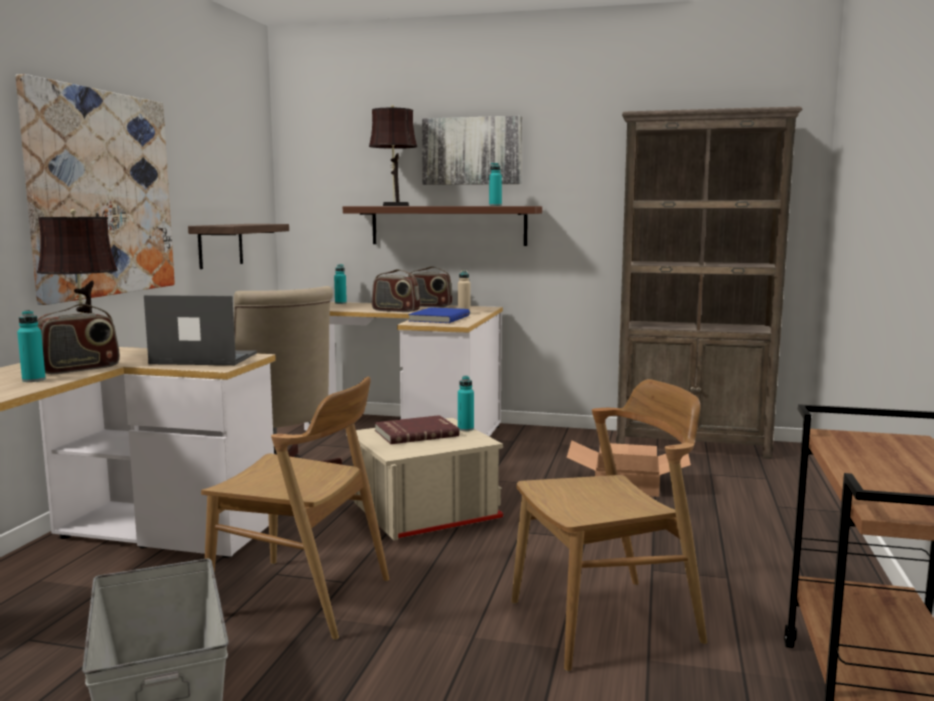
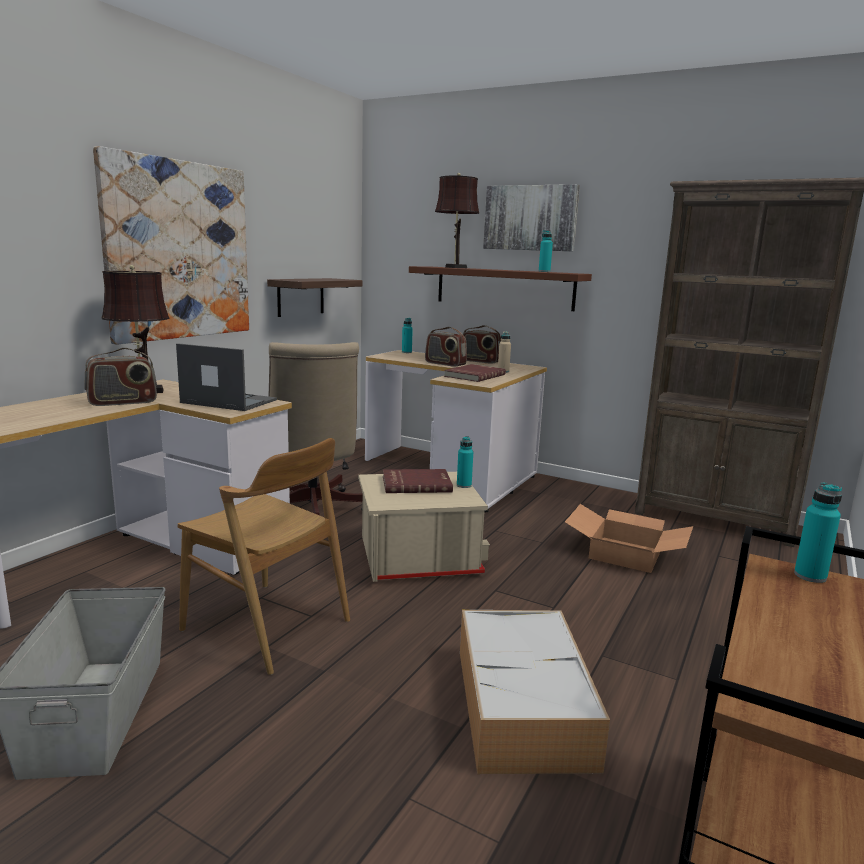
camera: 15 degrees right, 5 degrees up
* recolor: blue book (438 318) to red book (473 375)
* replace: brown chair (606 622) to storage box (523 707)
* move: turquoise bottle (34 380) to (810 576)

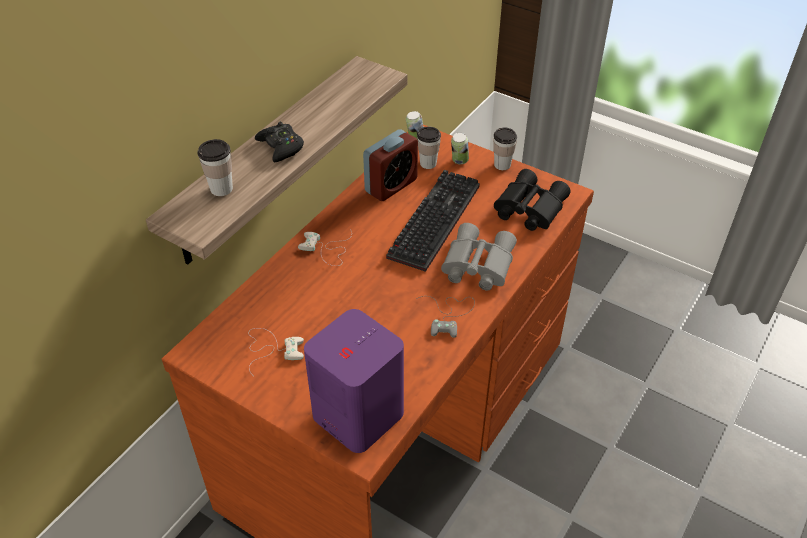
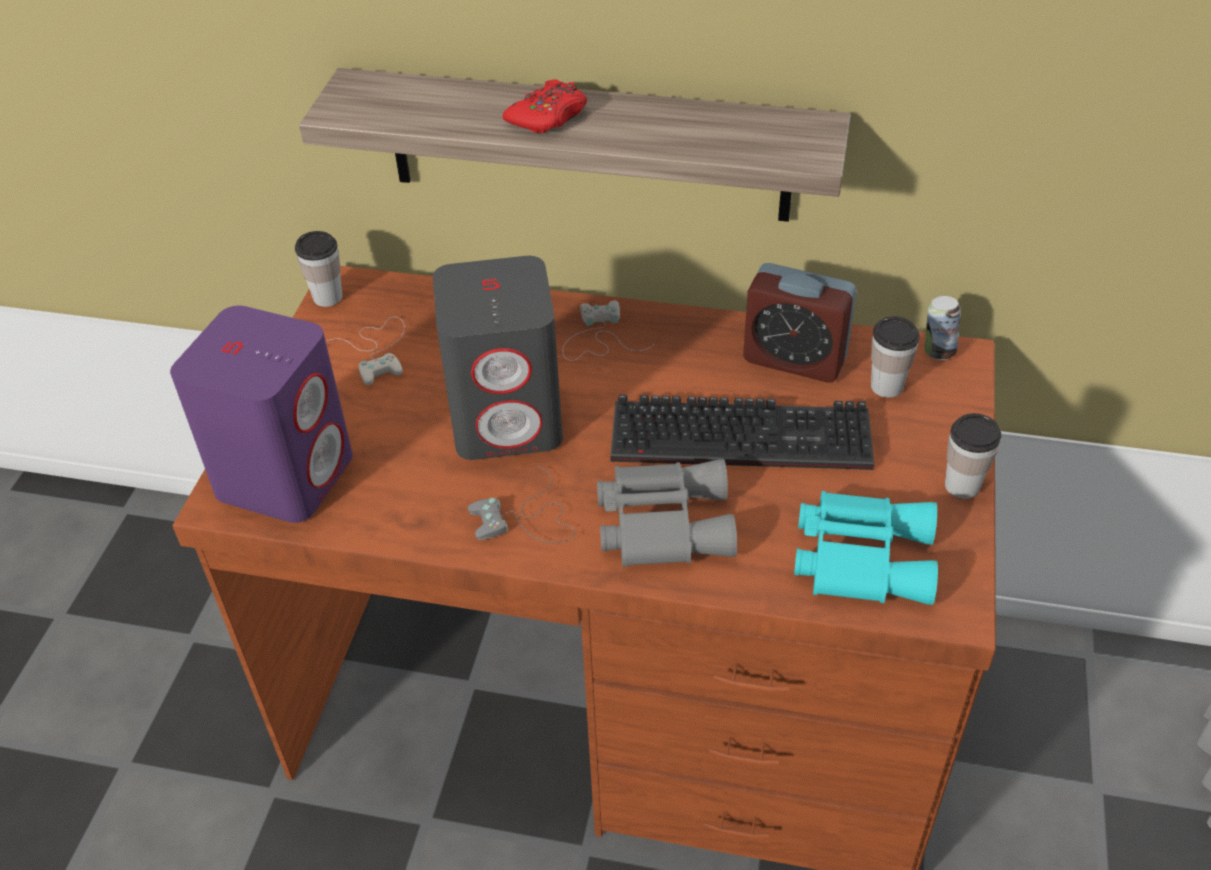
camera: 70 degrees right, 0 degrees up
* move: cup (221 189) to (327 297)
* insert: grey speaker (508 419)
* recolor: black game controller (281 147) to red game controller (548 117)
* recolor: black binoculars (528 208) to turquoise binoculars (861 555)
* delete: can (459 161)

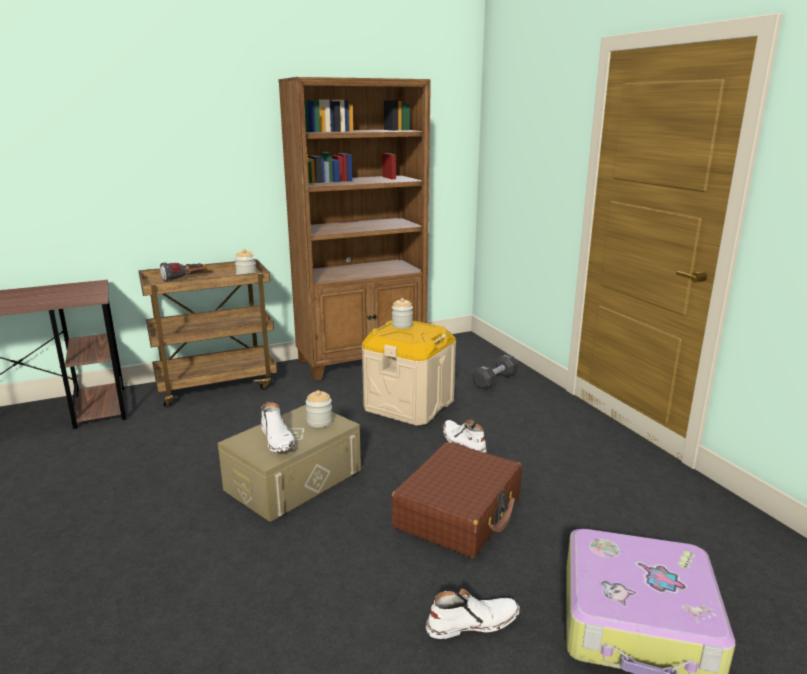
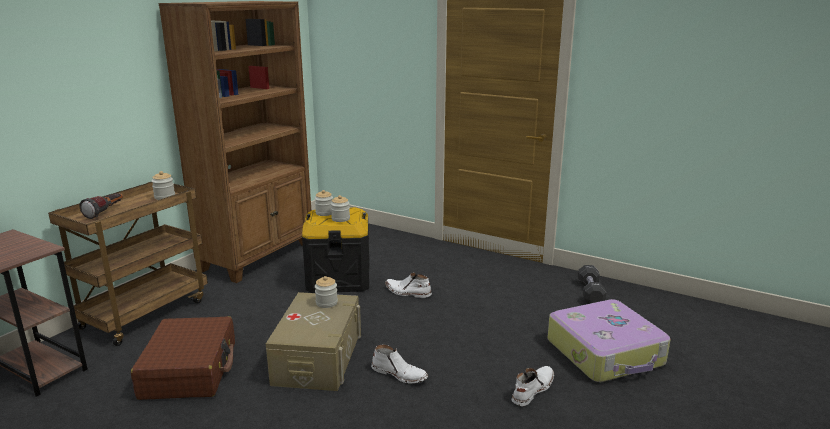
camera: 35 degrees left, 0 degrees up
* move: brown suitcase (459 512) to (190 370)
* recolor: beige storage box (409 405) to black storage box (339 279)
* insert: jar (340 219)
* move: white boot (278 440) to (400 374)
* move: black dumbbell (495 380) to (590 293)

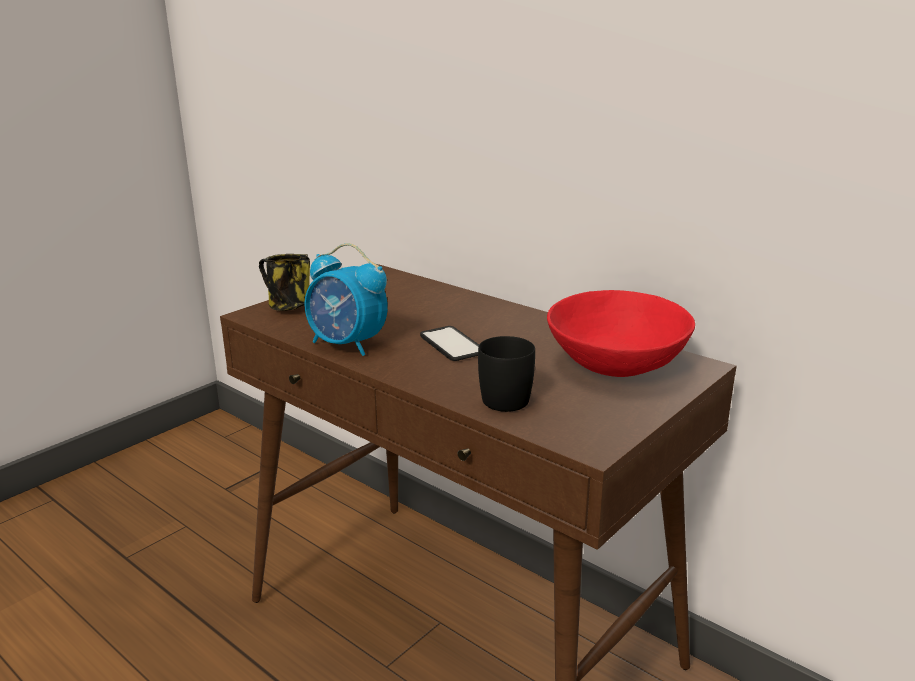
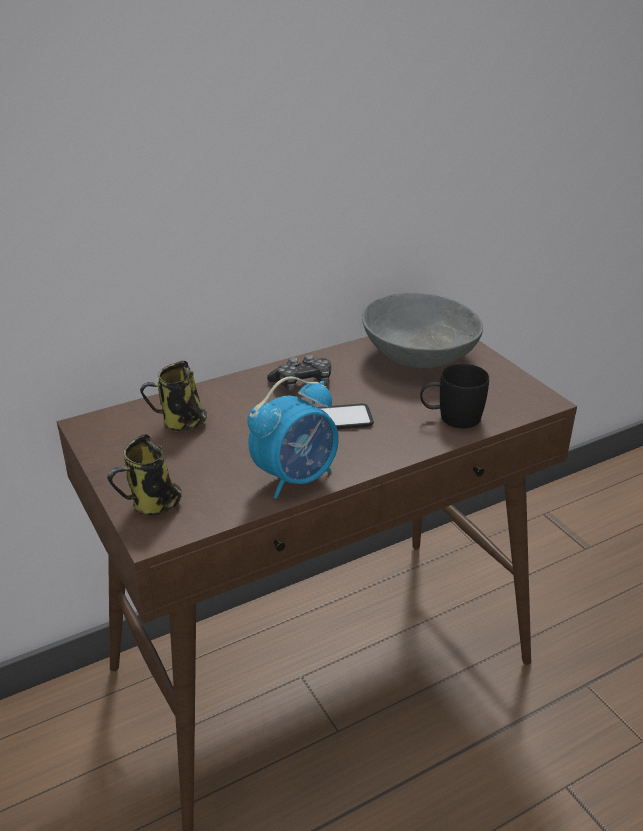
camera: 70 degrees left, 10 degrees up
* insert: mug (181 423)
* insert: game controller (302 383)
* recolor: red bowl (615 364) to grey bowl (417 357)

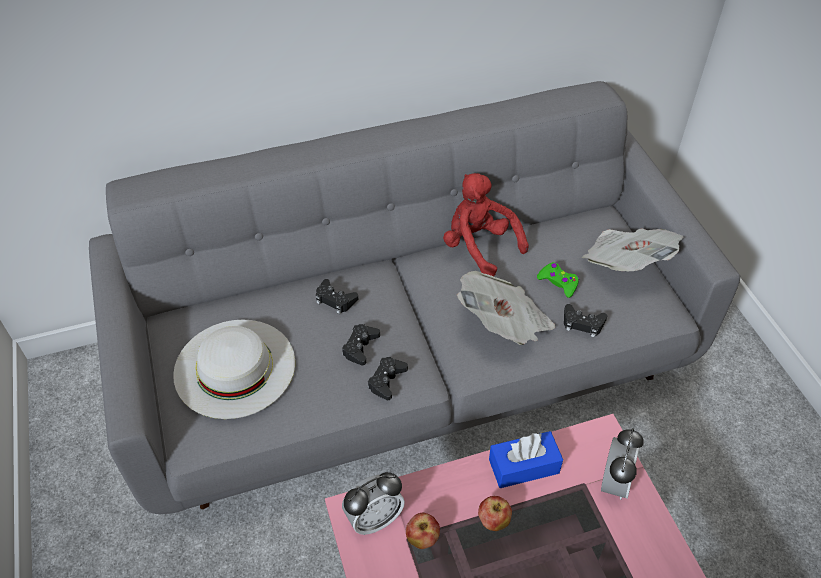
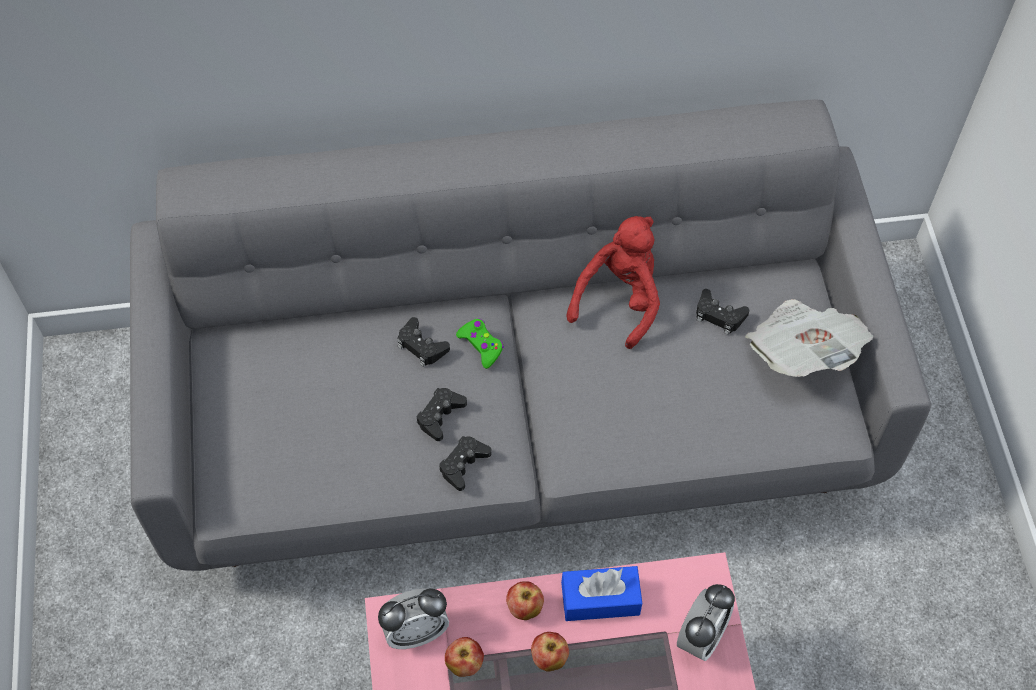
camera: 10 degrees right, 10 degrees up
* move: green game controller (558 282) to (481 345)
* insert: apple (524 608)
* rotate: red plush toy (479 247) = (618 298) 60 degrees clockwise
* move: black game controller (582 323) to (719 315)
* delete: white hat (234 367)
* delete: newspaper (504 324)

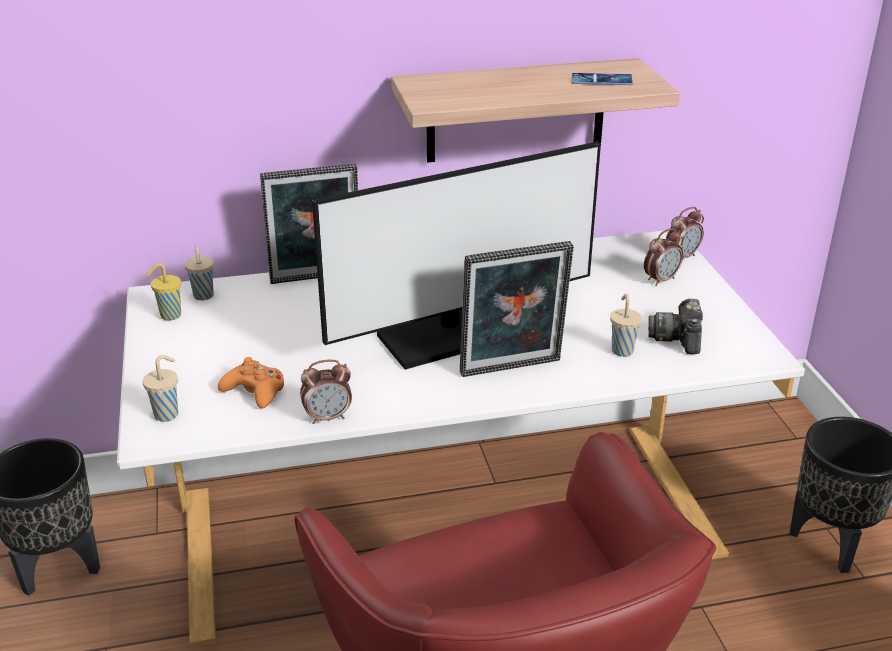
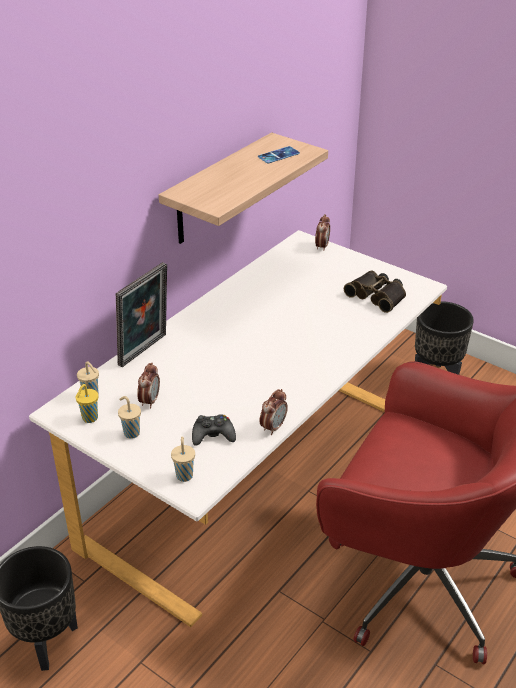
camera: 40 degrees left, 5 degrees up
* move: beige cup (622 350) to (131 433)
* move: alarm clock (661 280) to (149 401)
* recolor: orange game controller (255 391) to black game controller (213 435)
* replace: photo camera (678 338) to binoculars (378 295)
* delete: monitor (456 334)
* delete: picture frame (512 370)

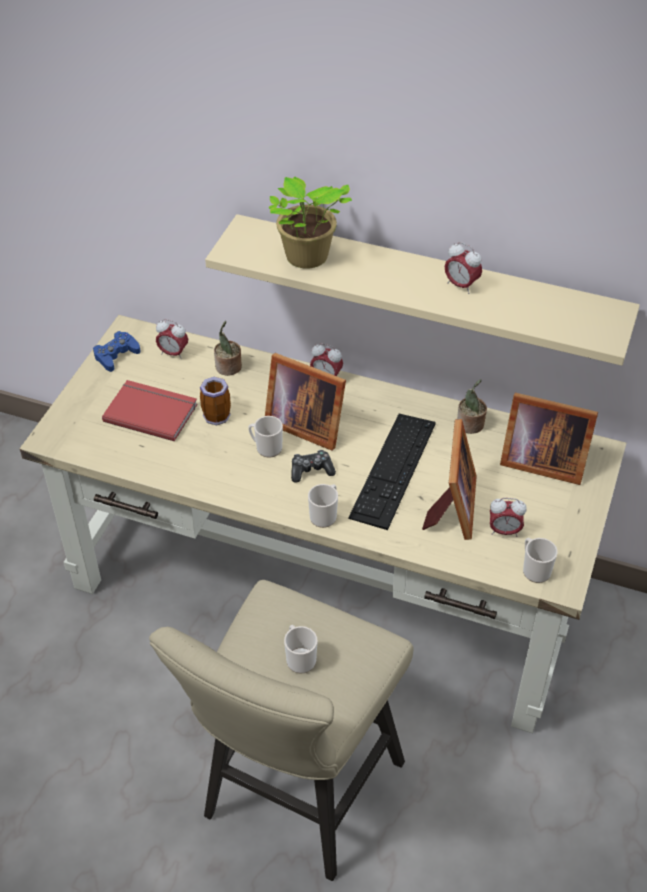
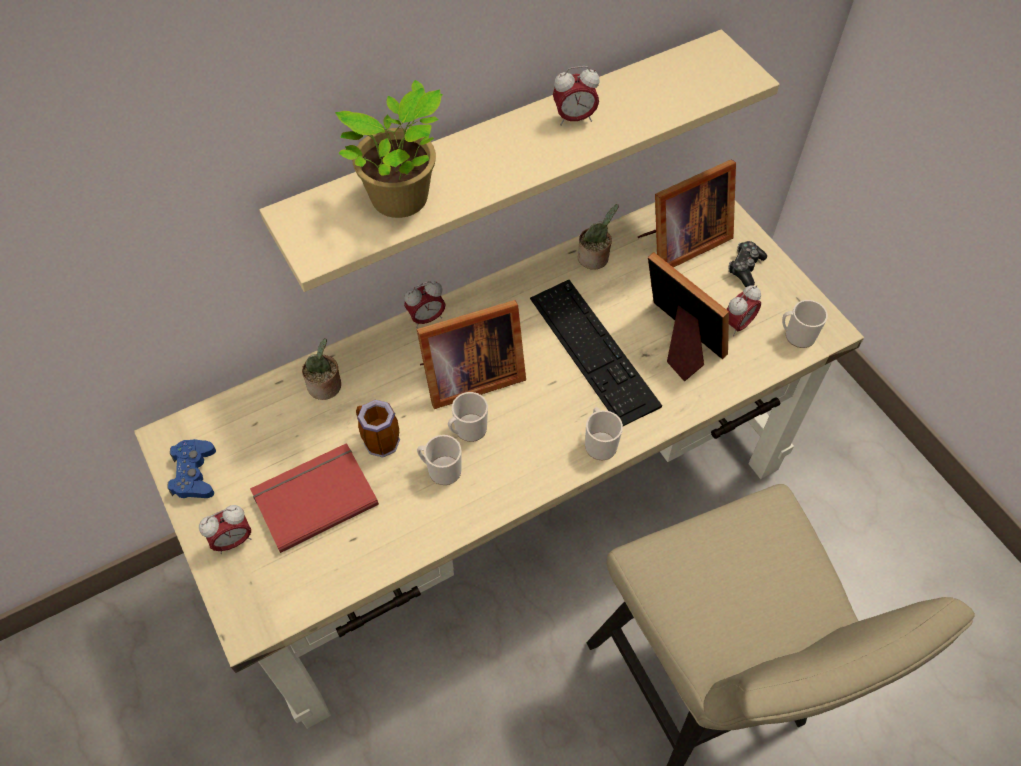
camera: 50 degrees left, 10 degrees up
* move: alarm clock (173 353) to (233 541)
* move: mug (299 658) to (441 470)
* move: game controller (311 470) to (745 268)

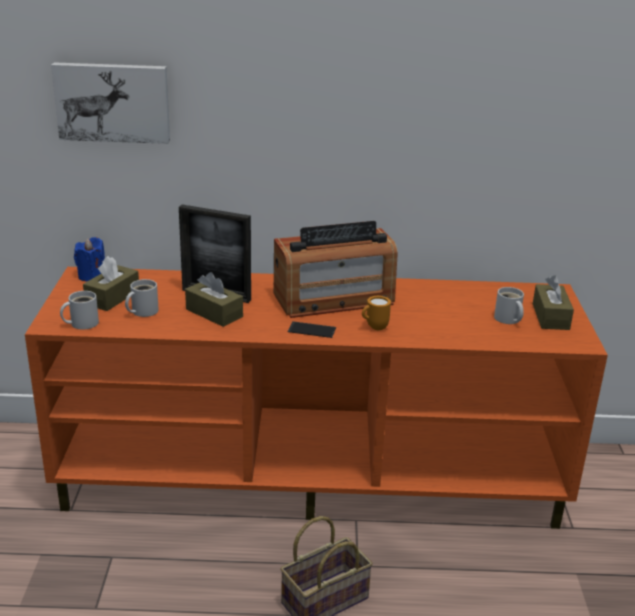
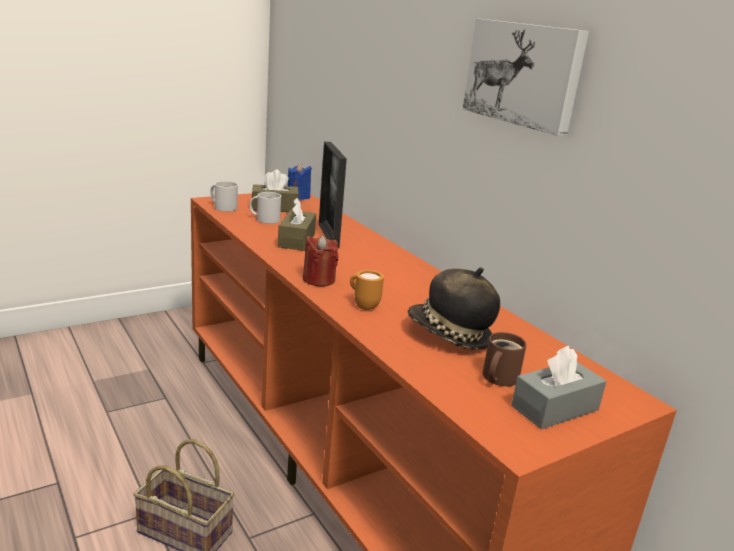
camera: 55 degrees right, 5 degrees down
* replace: phone (312 330) to red candle (319 280)
* insert: hat (449 335)
* move: picture (113 102) to (524 74)
* recolor: white mug (507 319) to brown mug (497 377)
* recolor: brown tissue box (550 316) to grey tissue box (555 408)
* delete: radio (334 299)

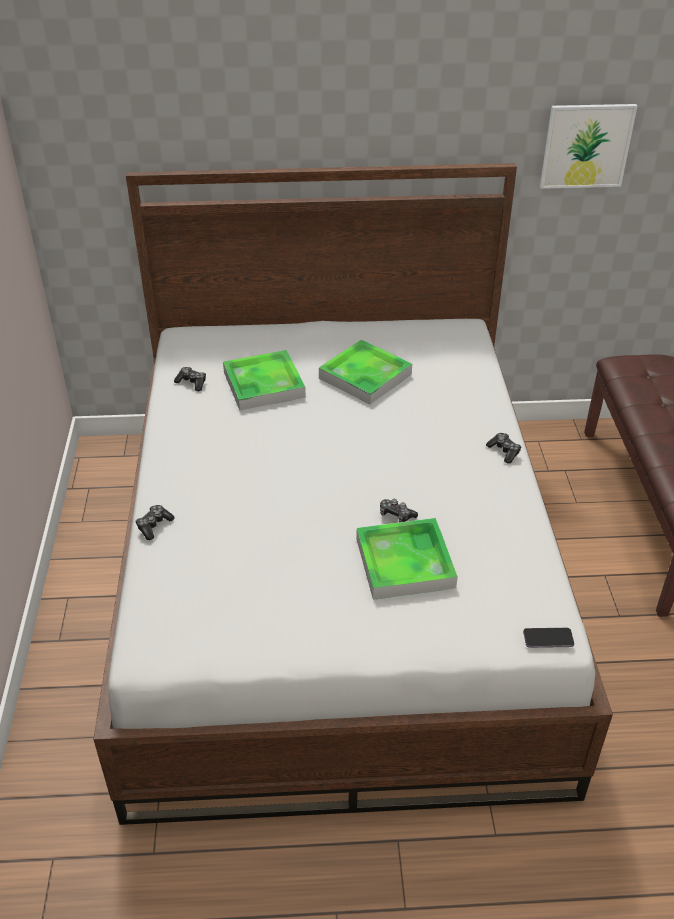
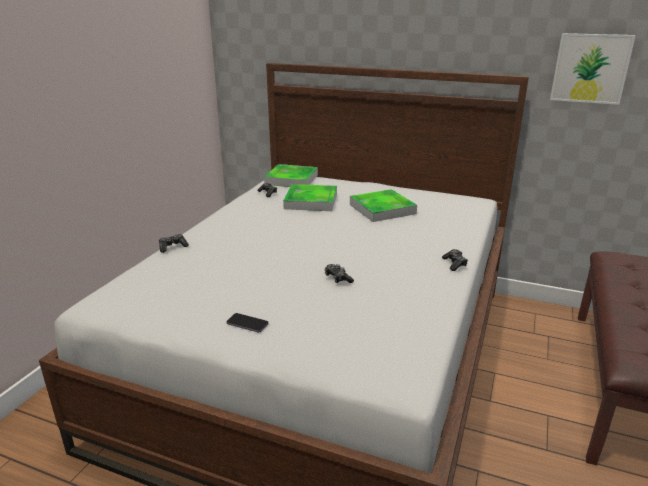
camera: 25 degrees right, 15 degrees down
* move: phone (548 639) to (247 324)
* move: tray (405 563) to (291 179)

